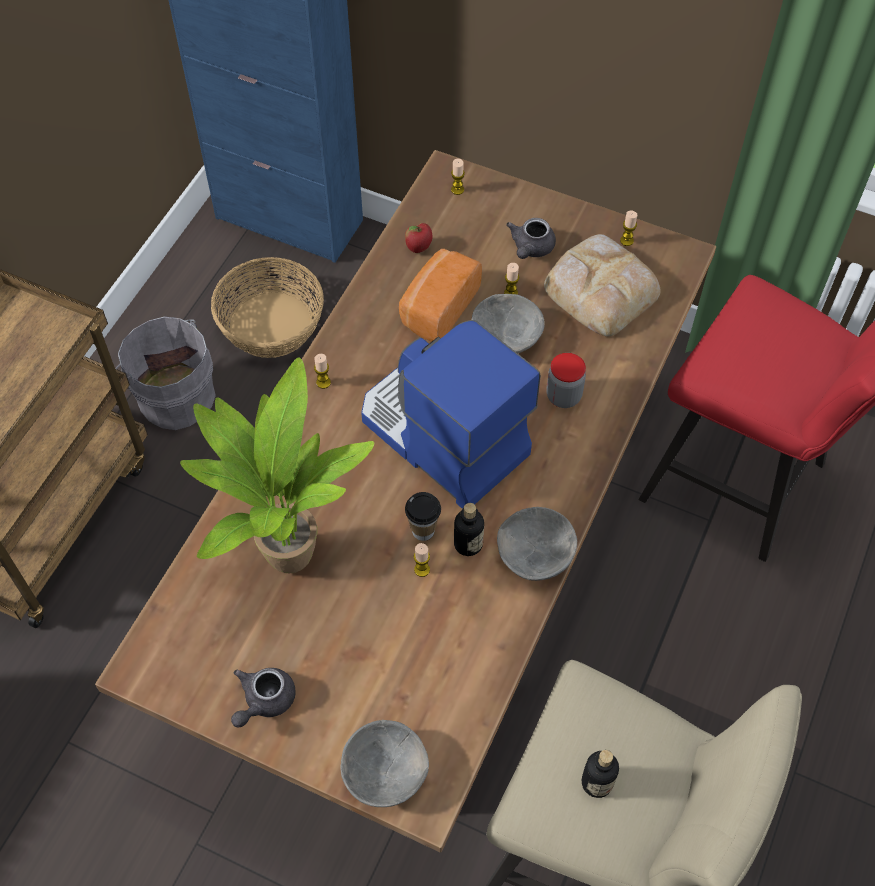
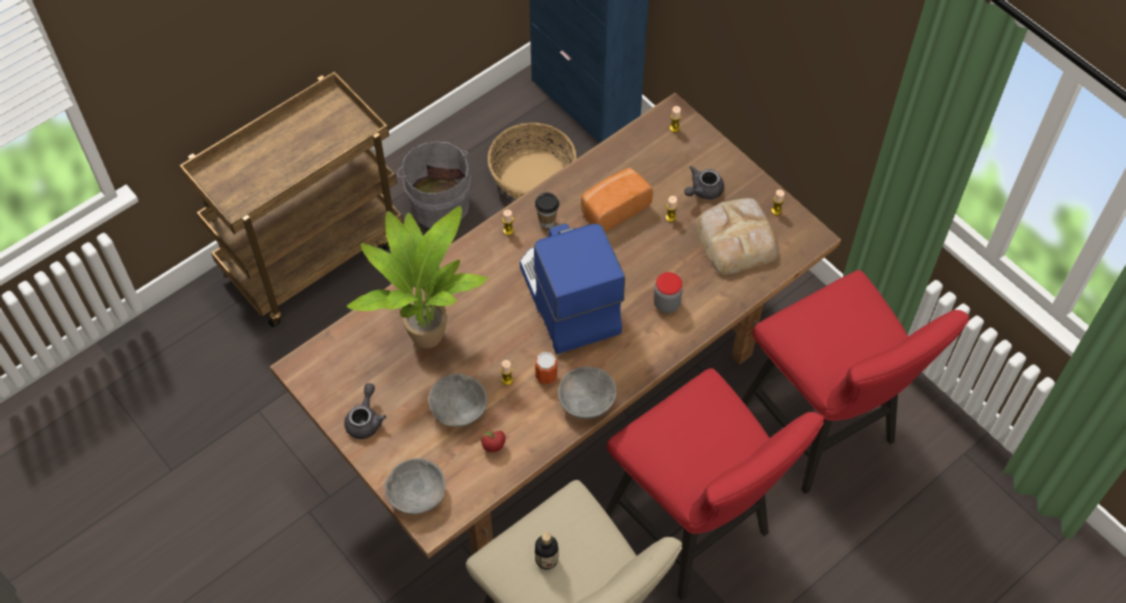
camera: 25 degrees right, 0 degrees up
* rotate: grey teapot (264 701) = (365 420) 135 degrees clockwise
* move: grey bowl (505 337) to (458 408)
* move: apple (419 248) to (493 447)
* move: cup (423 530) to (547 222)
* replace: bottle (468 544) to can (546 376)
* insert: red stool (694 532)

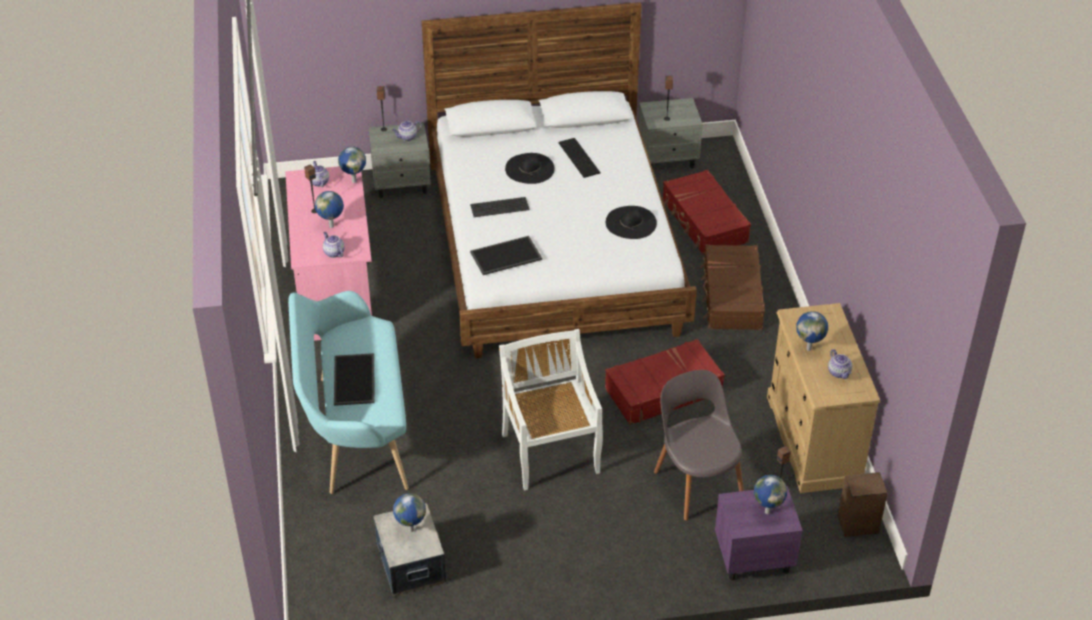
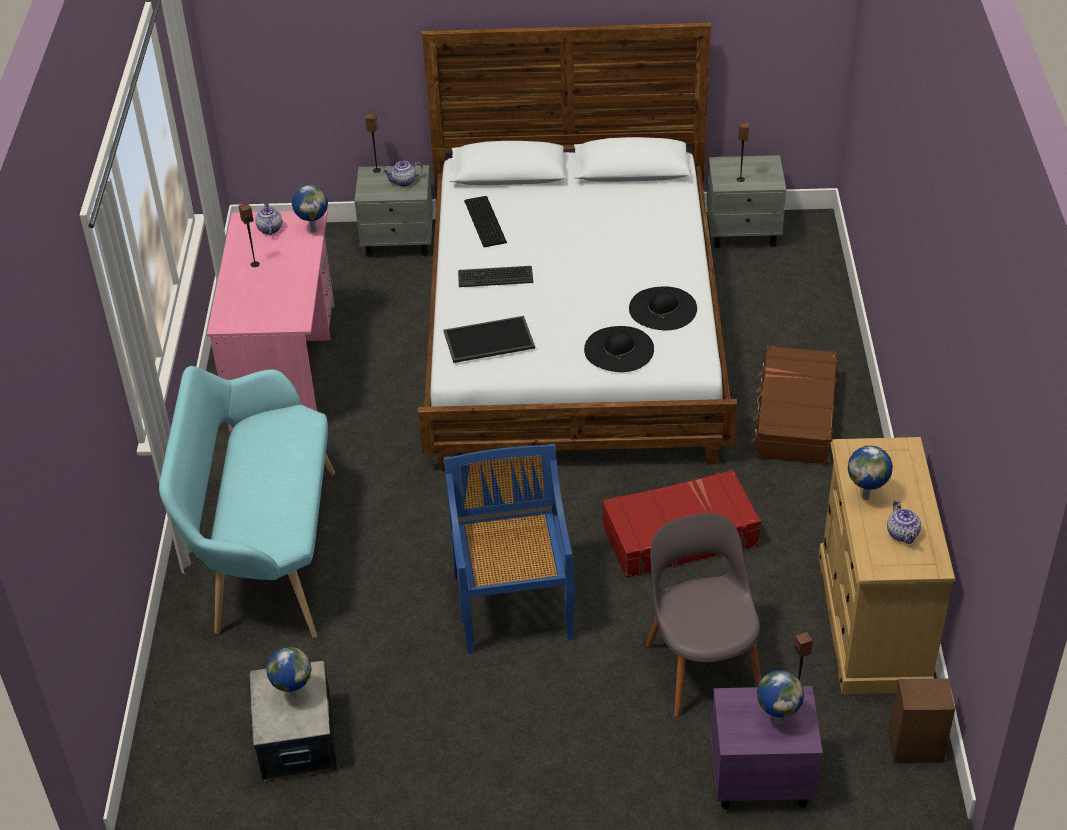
camera: 10 degrees right, 0 degrees up
* recolor: white chair (550 451) to blue chair (513 604)
* move: keyboard (580 157) to (486 221)
* move: black hat (529 168) to (619 349)
* delete: globe (332 226)
* delete: teapot (333 252)
* delete: tray (355 380)
* delete: red suitcase (704 222)

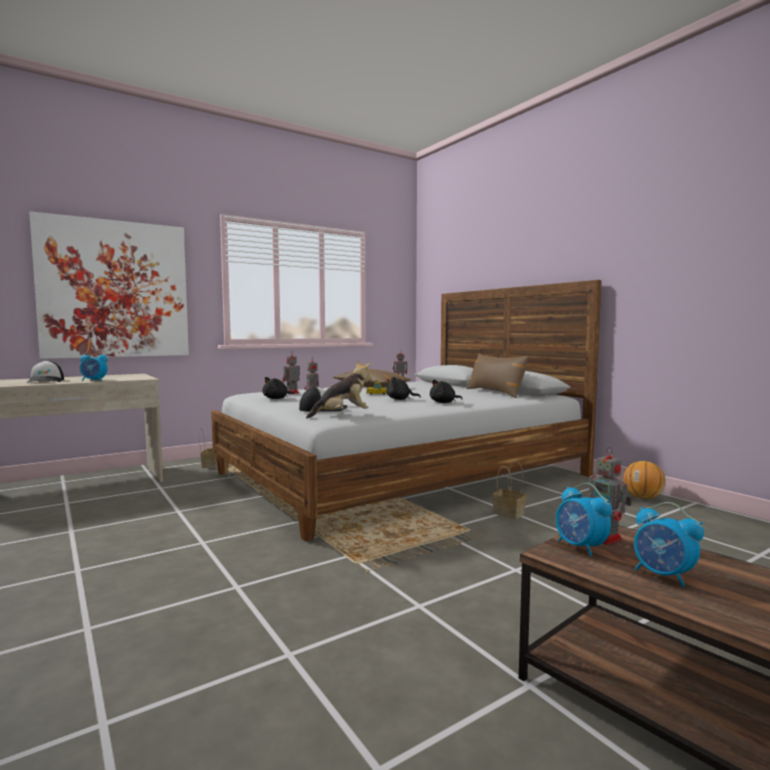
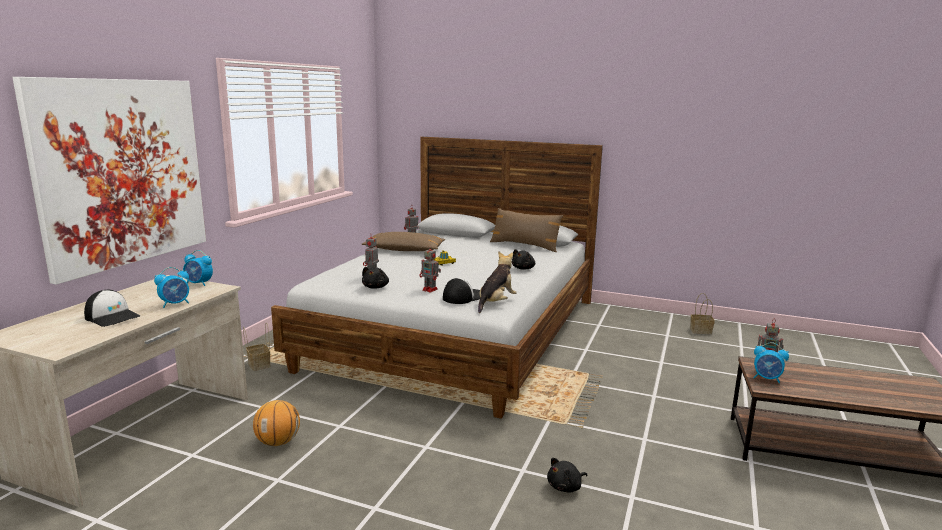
camera: 35 degrees left, 10 degrees up
* move: alarm clock (663 576) to (199 284)
* move: basketball (643 498) to (278 442)
* move: black plush toy (400 399) to (566 487)
* move: basket (509 513) to (701 331)

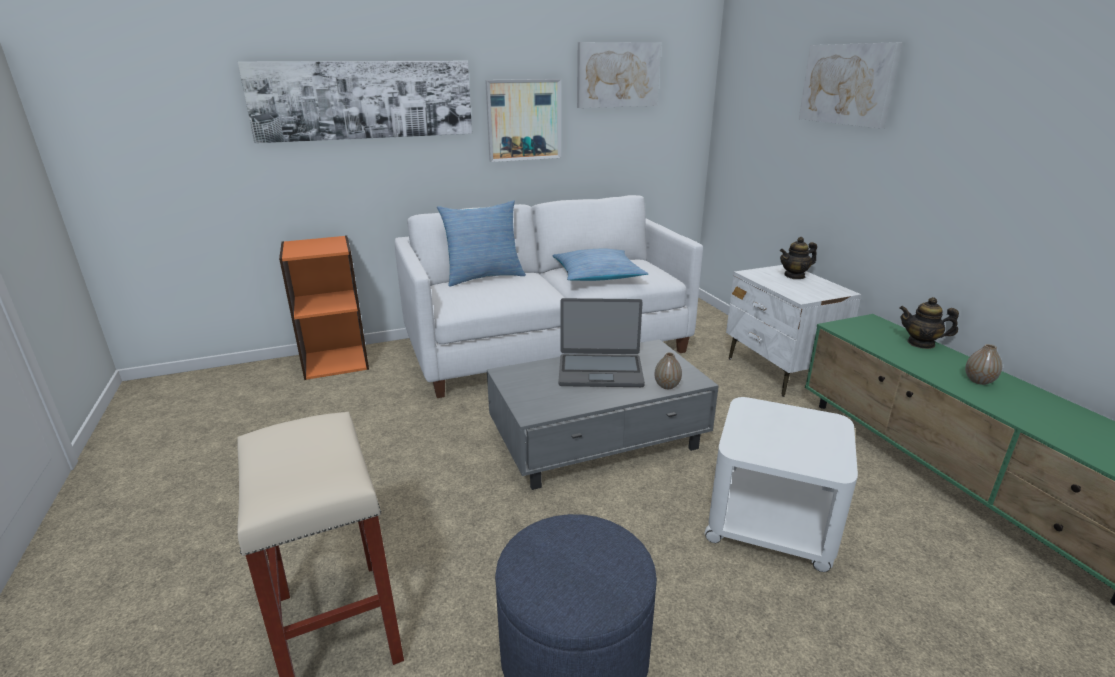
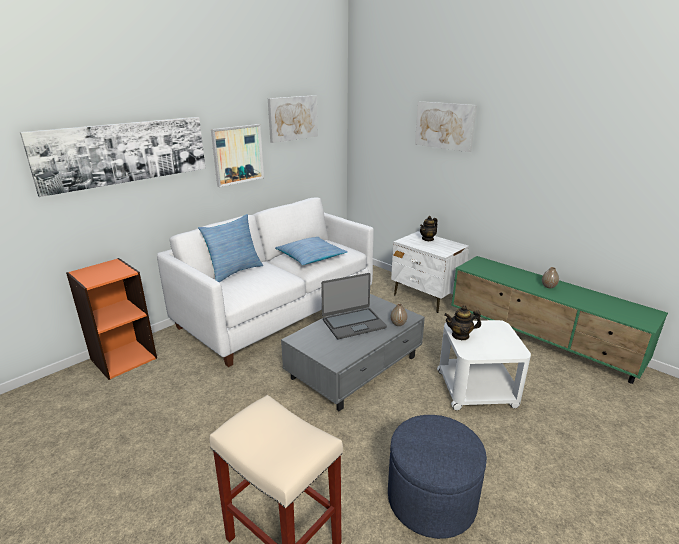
camera: 25 degrees left, 0 degrees up
* move: teapot (921 343) to (460 335)

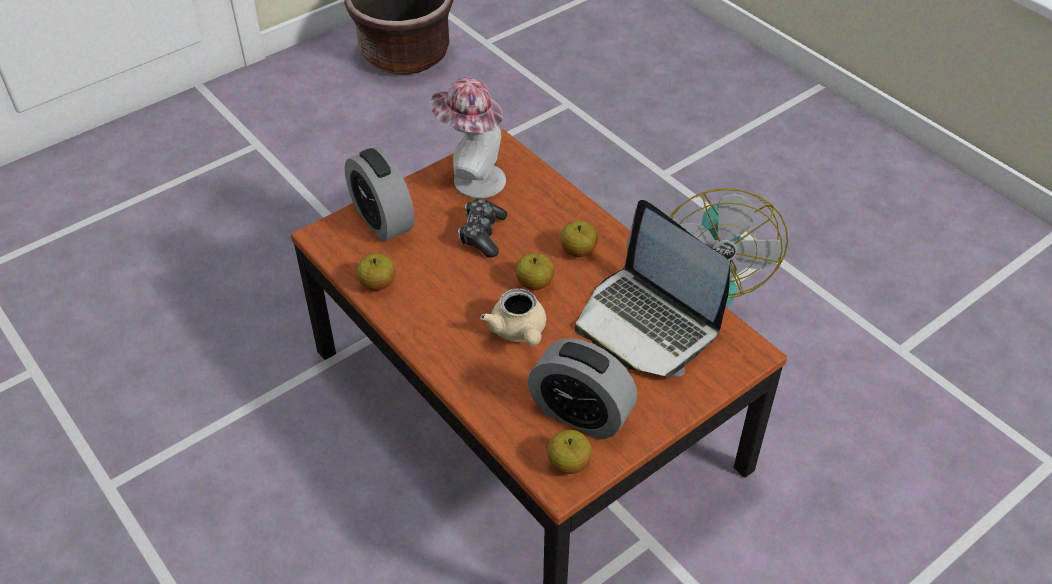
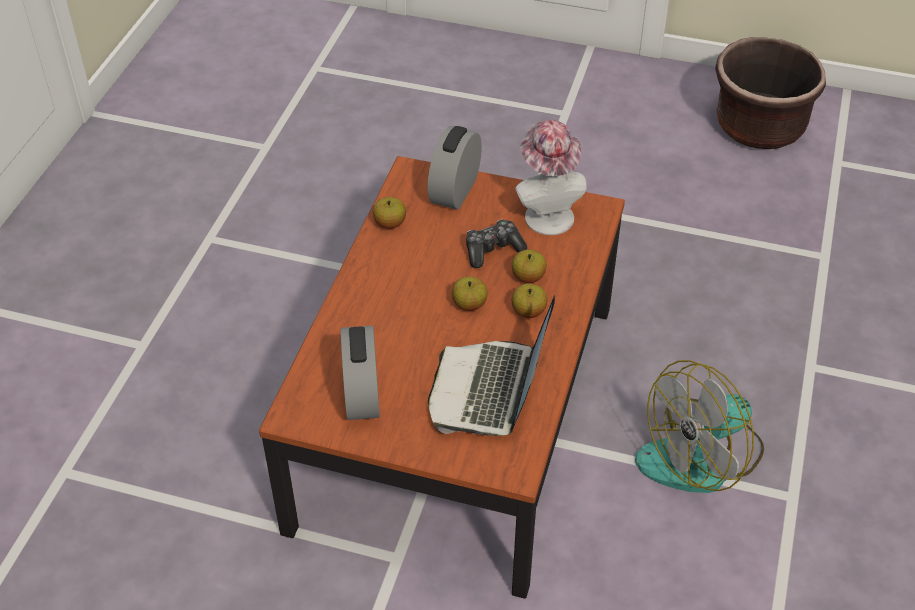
camera: 55 degrees right, 0 degrees up
* move: apple (569 463) to (528 277)
* delete: beige teapot (519 332)

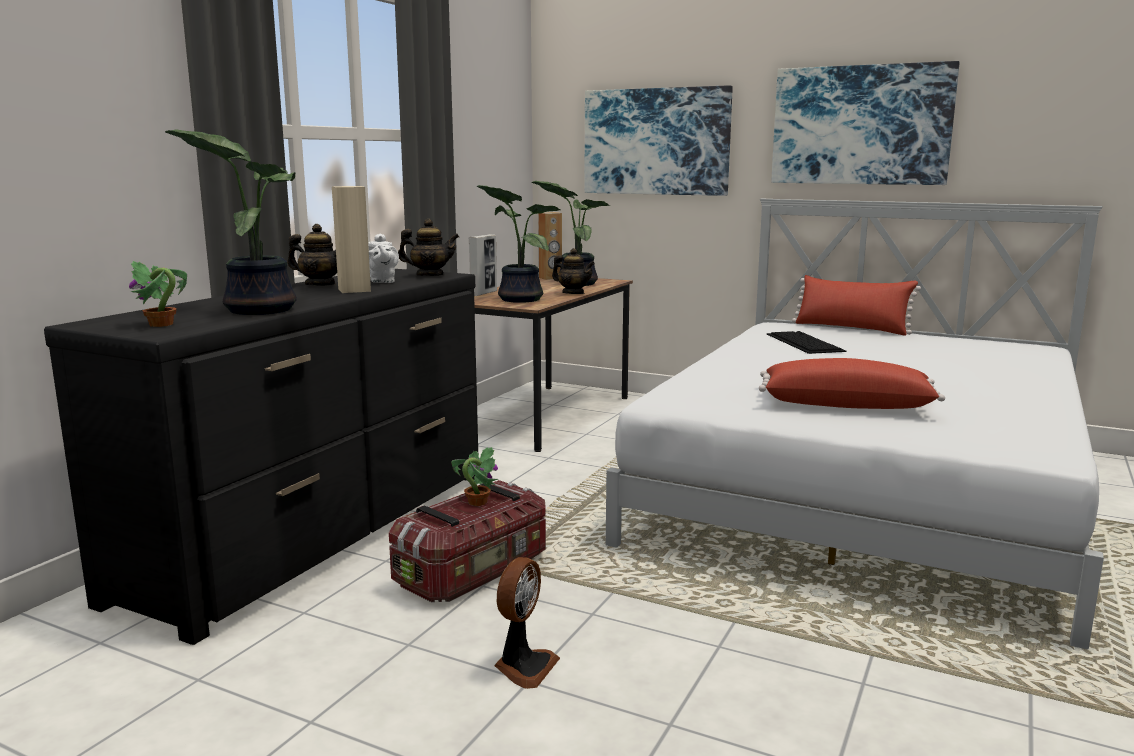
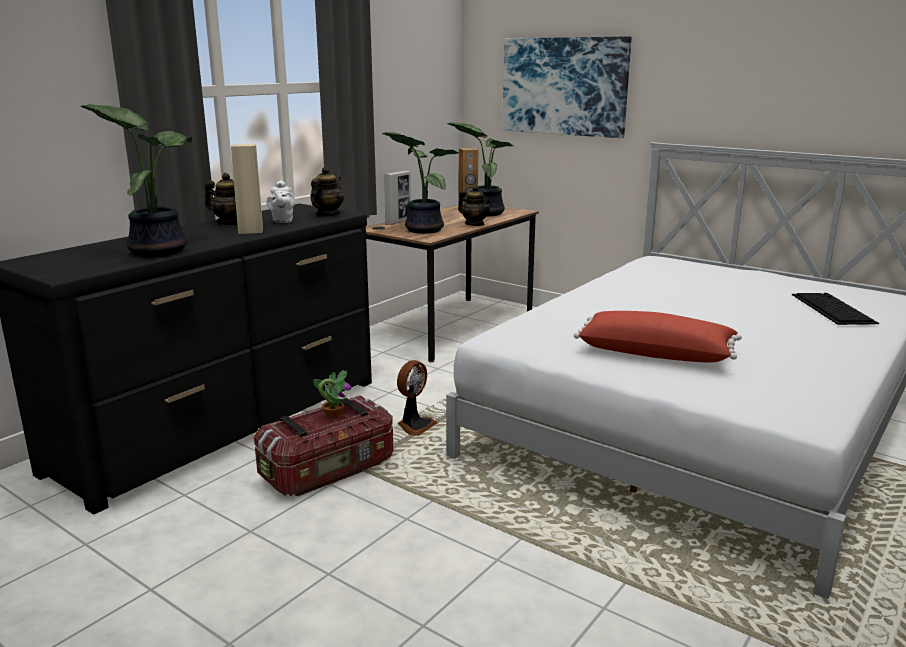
camera: 10 degrees right, 5 degrees up
* rotate: teapot (430 275) = (327 215) 75 degrees counterclockwise
* move: fan (524 666) to (415 425)
* move: keyboard (803 342) to (831 308)
* delete: potted plant (161 325)
* delete: picture (860 125)
* delete: red pillow (851 328)

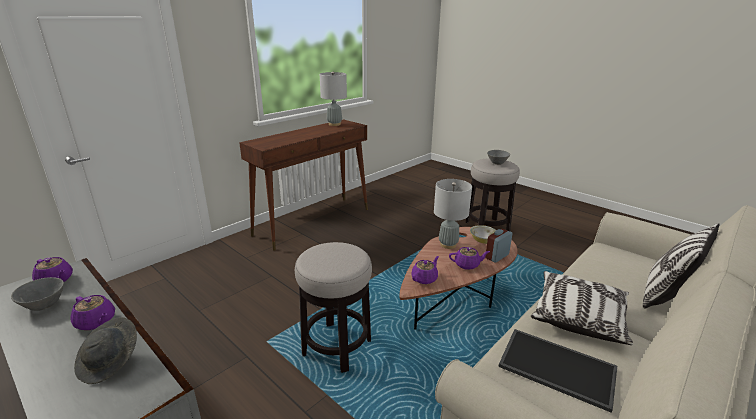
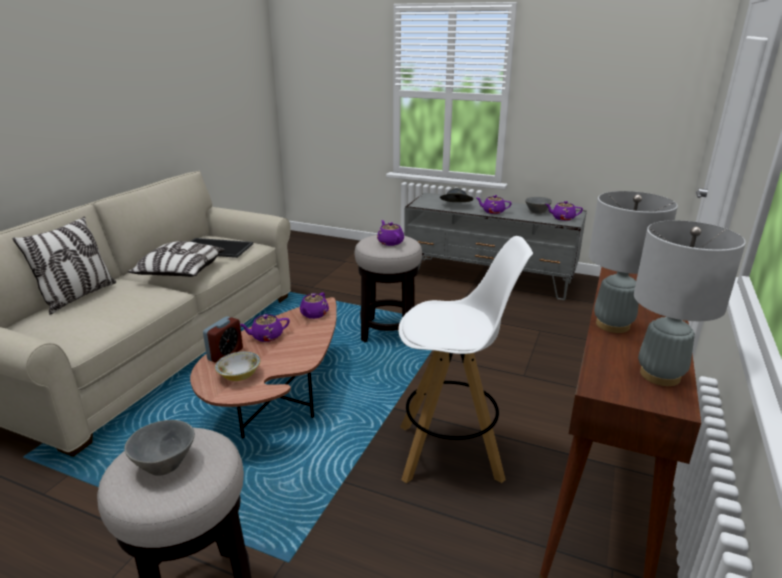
camera: 160 degrees right, 0 degrees up
* insert: purple teapot (390 242)
* insert: white stool (451 452)
* move: grey table lamp (448 244) to (613 325)

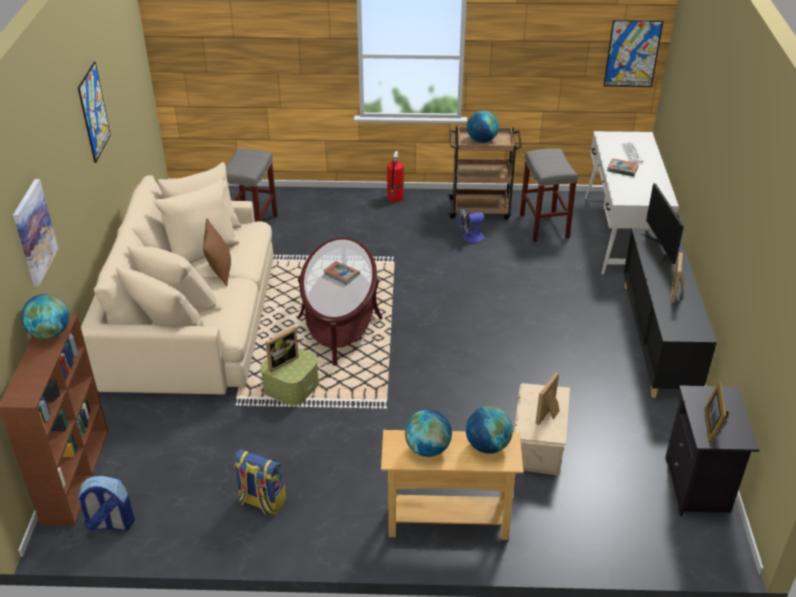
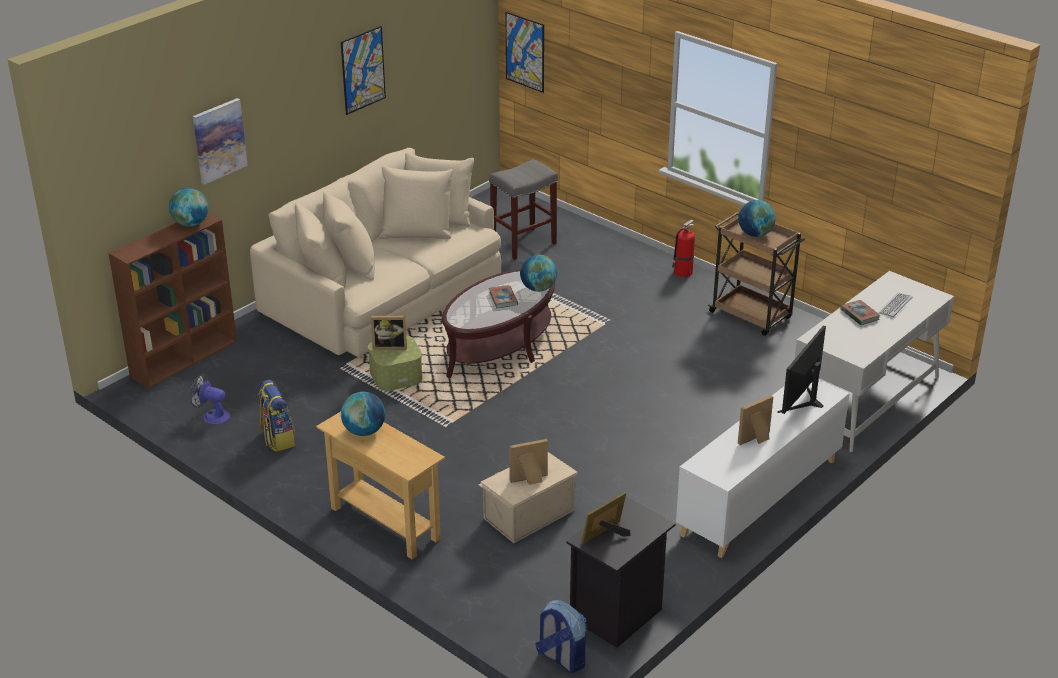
camera: 40 degrees right, 5 degrees down
* move: fan (469 238) to (212 416)
* move: picture (632 53) to (525 52)
* move: globe (487 445) to (538 288)
* move: backpack (110 523) to (561 658)
* recolor: black cabinet (658 339) to white cabinet (759 498)
* delete: brown pillow (220 271)
* delete: grey stool (543 225)

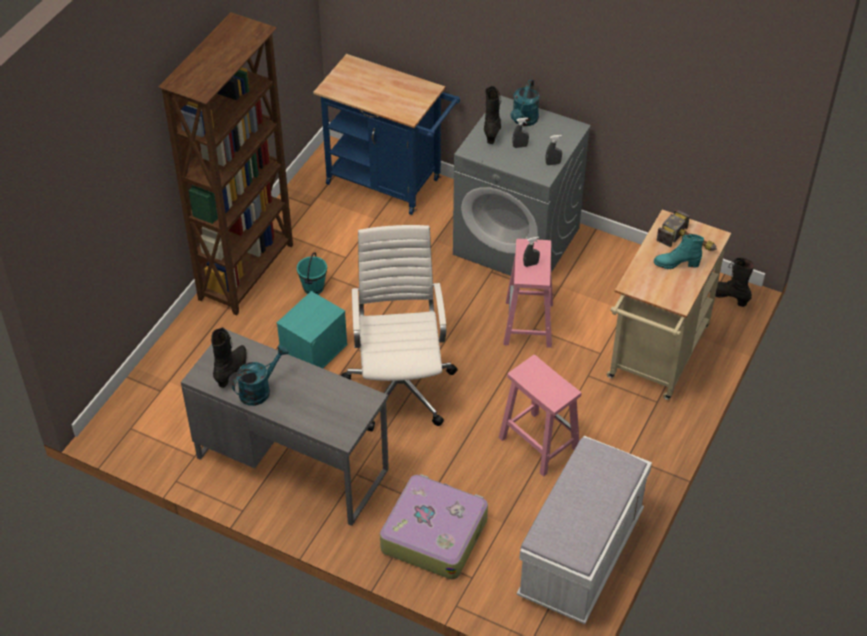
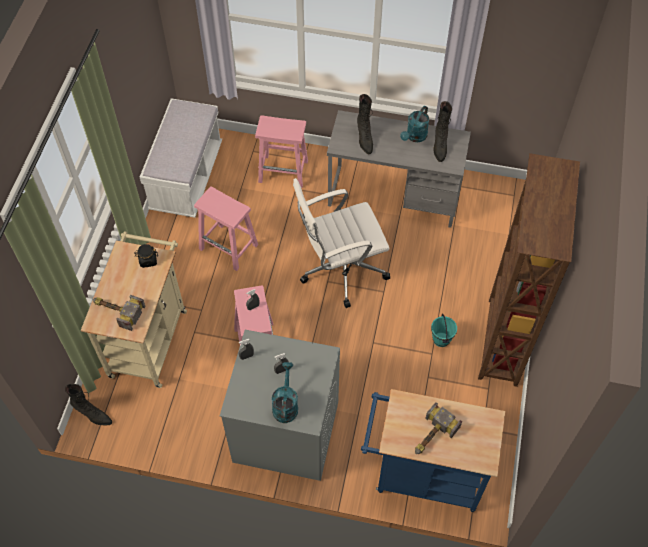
camera: 165 degrees right, 10 degrees up
* insert: black jar (148 260)
* replace: suitcase (434 534) to pink stool (284 171)
* rotate: white office chair (400 386) = (340 269) 90 degrees clockwise
* move: black boot (492 131) to (364 139)
* insert: hammer (431 437)
* delete: turquoise storage box (314 350)
* delete: turquoise boot (676 264)

